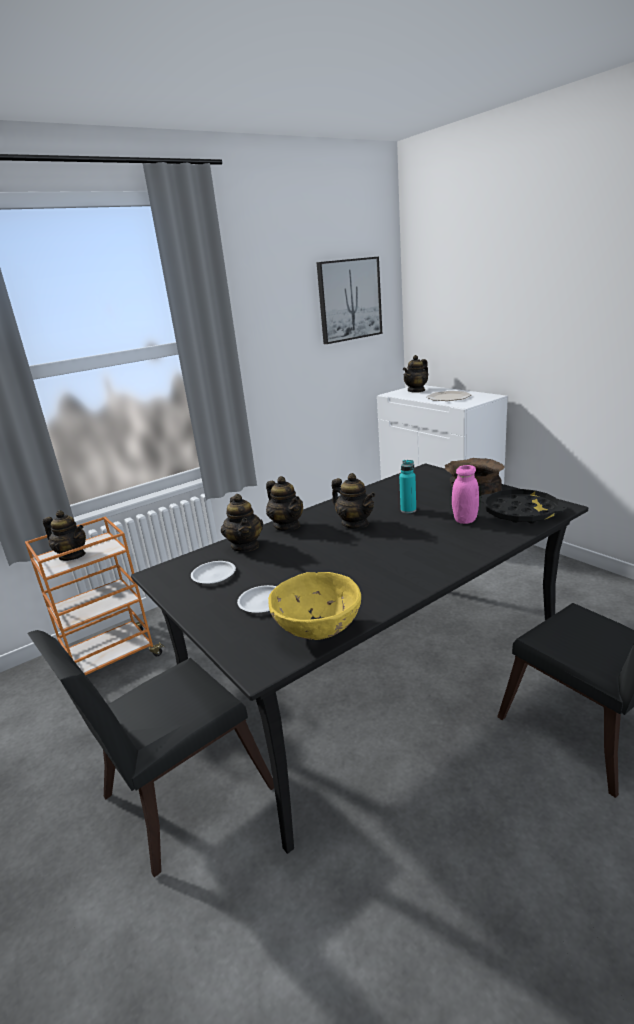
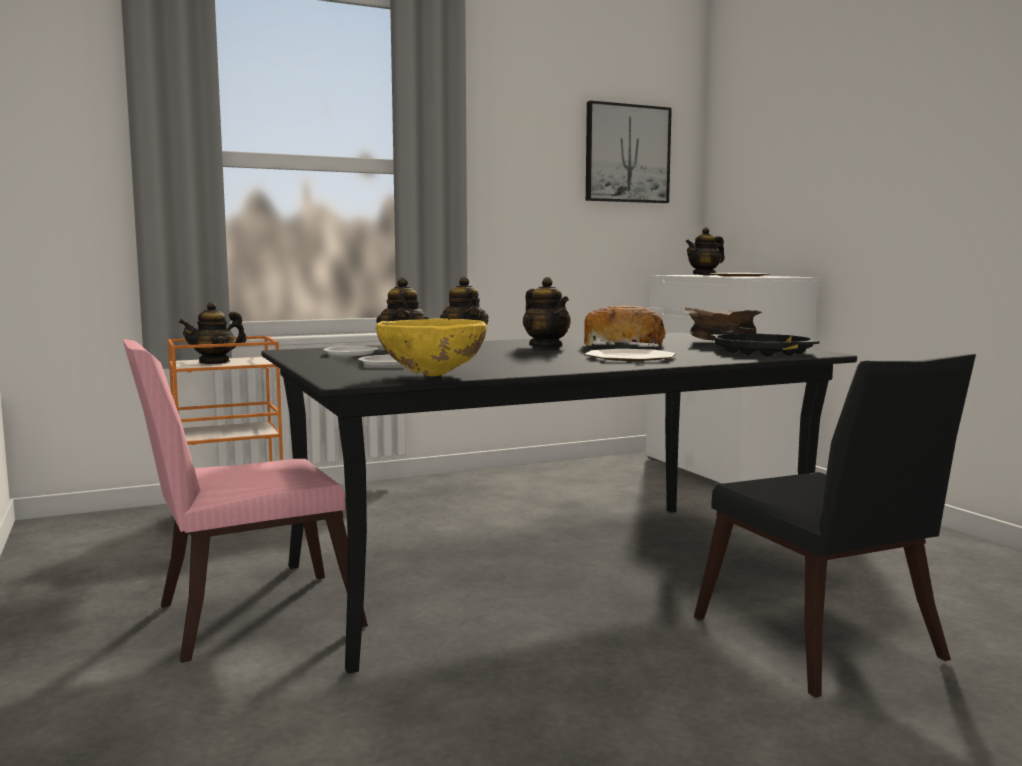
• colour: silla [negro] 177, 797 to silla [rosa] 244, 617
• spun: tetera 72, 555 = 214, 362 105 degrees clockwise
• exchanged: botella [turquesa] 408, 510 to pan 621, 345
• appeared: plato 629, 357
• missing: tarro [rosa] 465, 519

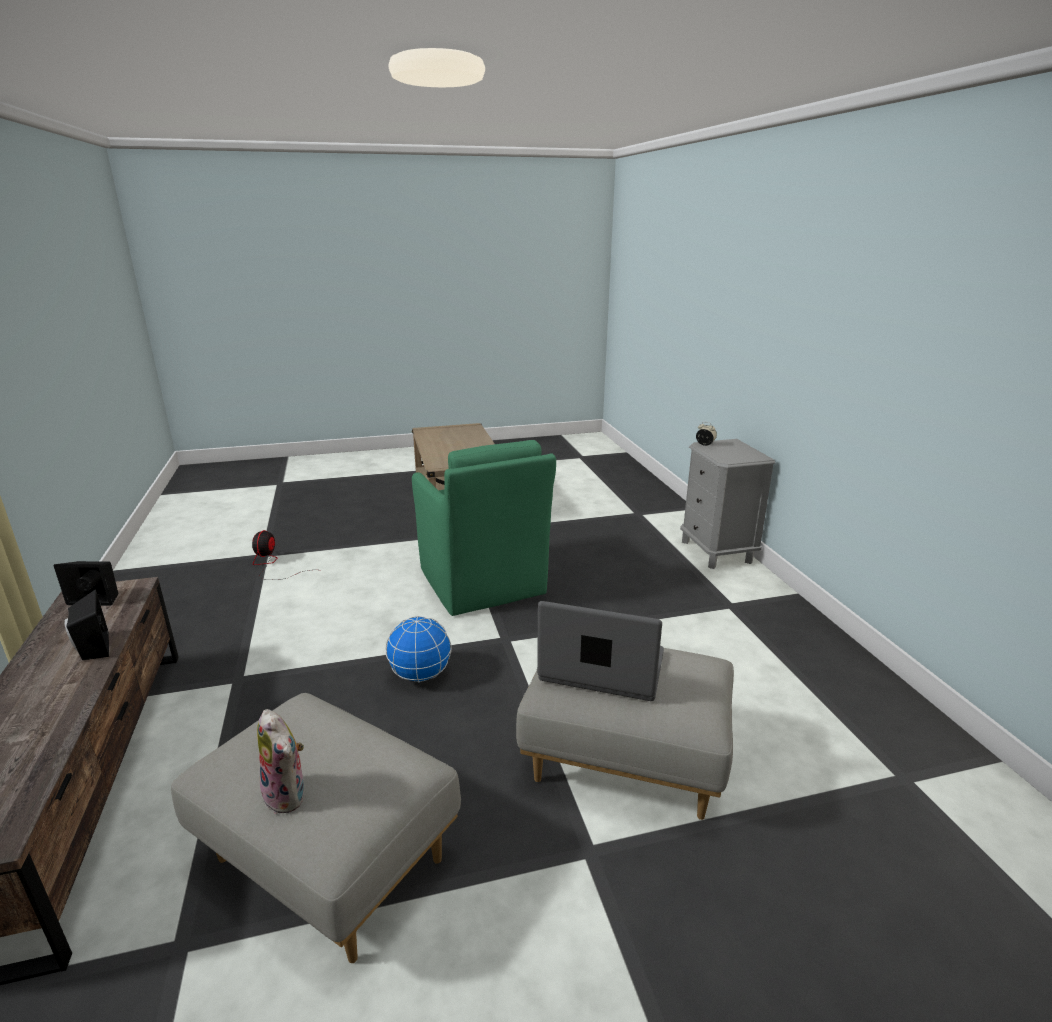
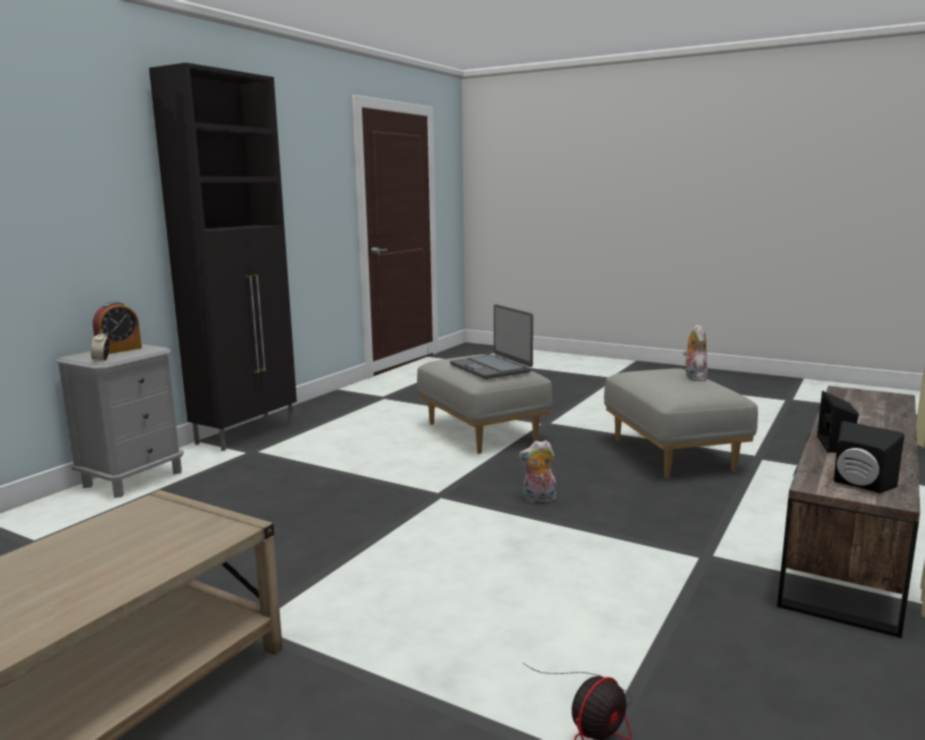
• appeared: despertador 119, 350
• appeared: armario [negro] 248, 433
• exchanged: globo terráqueo 421, 675 to peluche 538, 499
• missing: sillón [verde] 482, 584

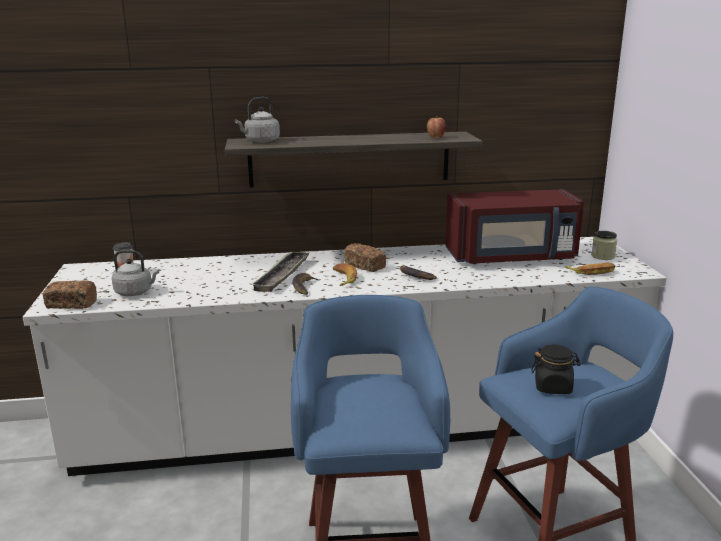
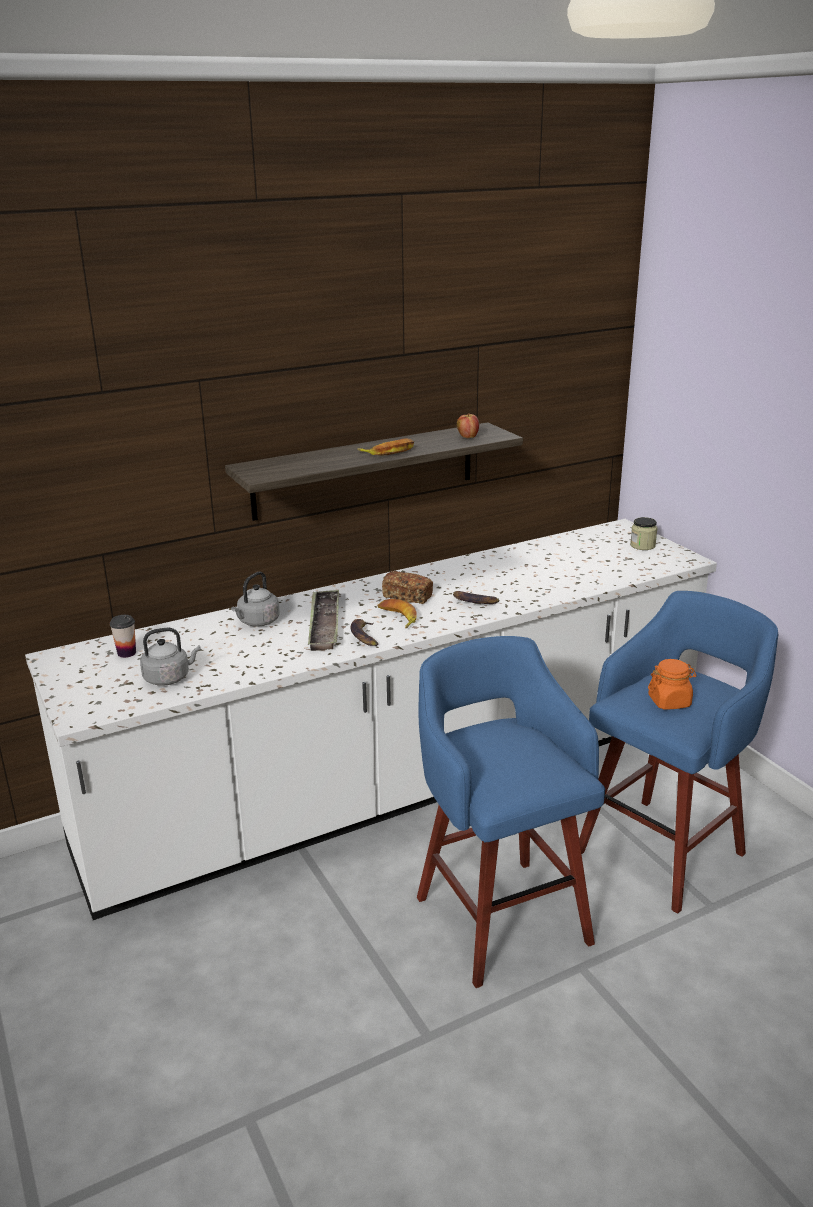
• relocated: hervidor [gris] 260, 141 to 257, 622
• relocated: plátano 591, 272 to 389, 452
• colour: tarro [negro] 553, 387 to tarro [naranja] 669, 701
• missing: pan 71, 304
• missing: microondas [rojo] 511, 257

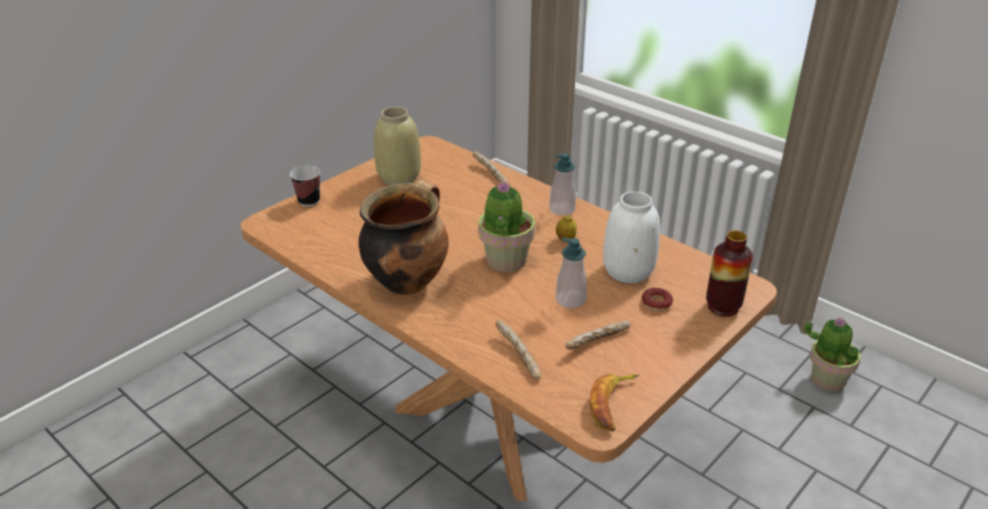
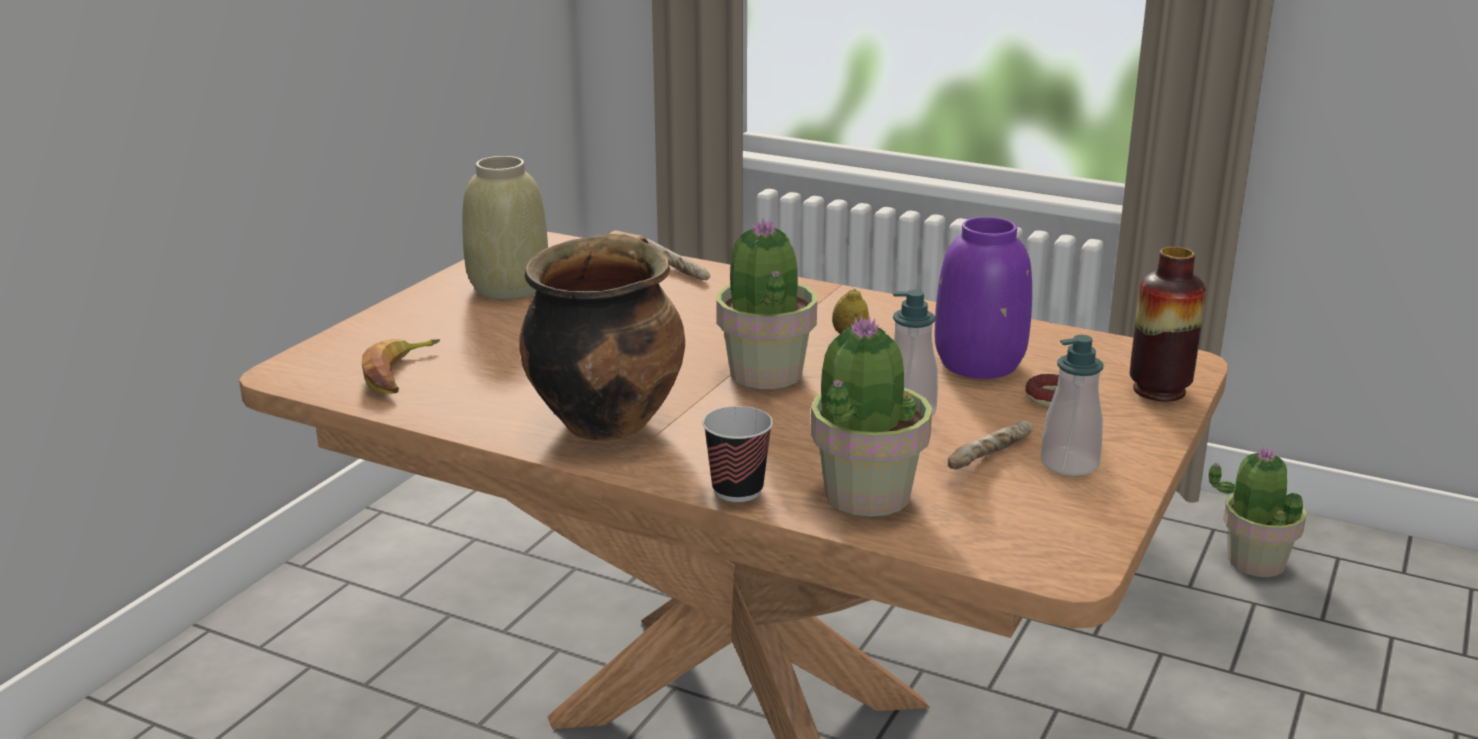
• relocated: plátano 613, 404 to 400, 374
• relocated: taza 309, 201 to 737, 490
• exchanged: pan 517, 356 to planta en maceta 866, 495
• colour: florero [blanco] 628, 271 to florero [morado] 979, 364
• relocated: dispensador de jabón 562, 209 to 1069, 464

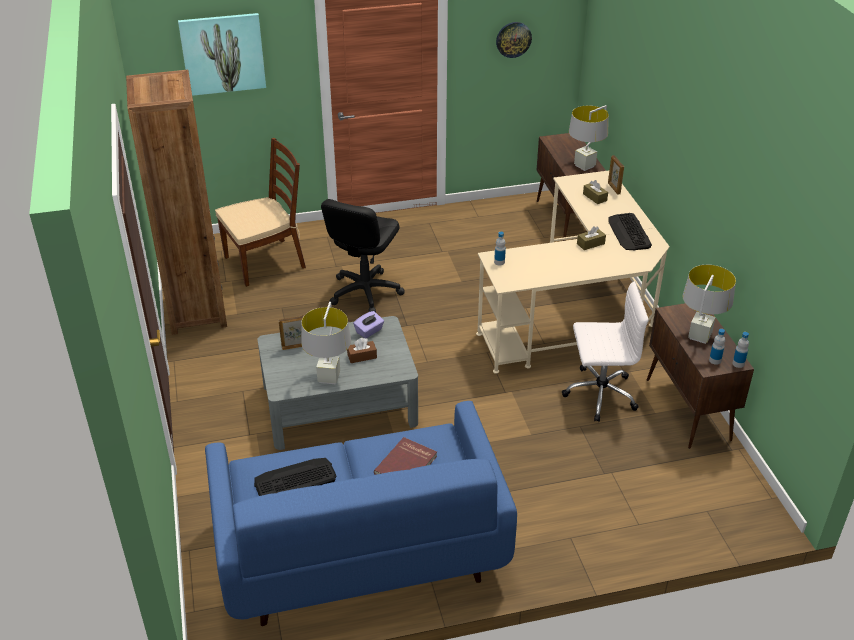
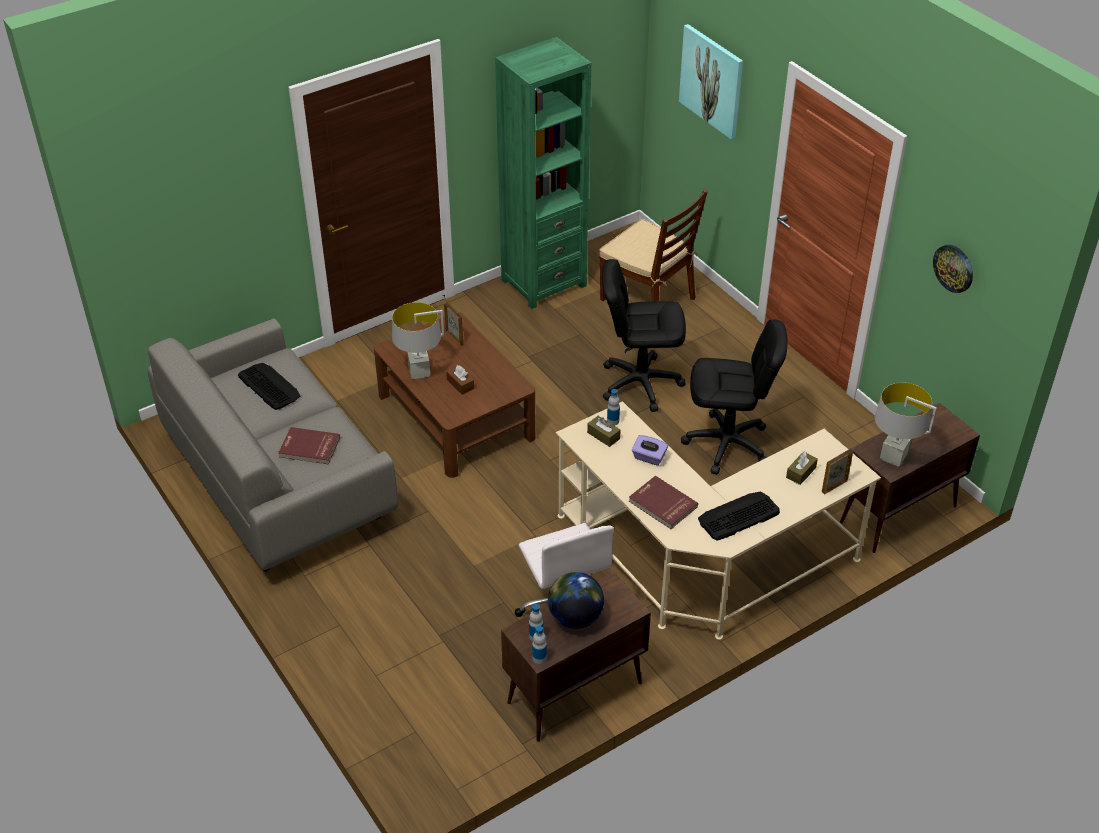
• colour: sofá [azul] 359, 548 to sofá [gris] 279, 482
• colour: mesa de centro [gris] 339, 404 to mesa de centro [marrón] 455, 416
• colour: estantería [marrón] 197, 311 to estantería [verde] 543, 283
• exchanged: lámpara de mesa [gris] 699, 336 to globo terráqueo 575, 617
• relocated: caja de pañuelos [marrón] 590, 244 to 603, 436
• appeared: libro [rojo] 662, 504
• relocated: caja de pañuelos [morado] 369, 331 to 649, 457
• appeared: silla de oficina [negro] 727, 444

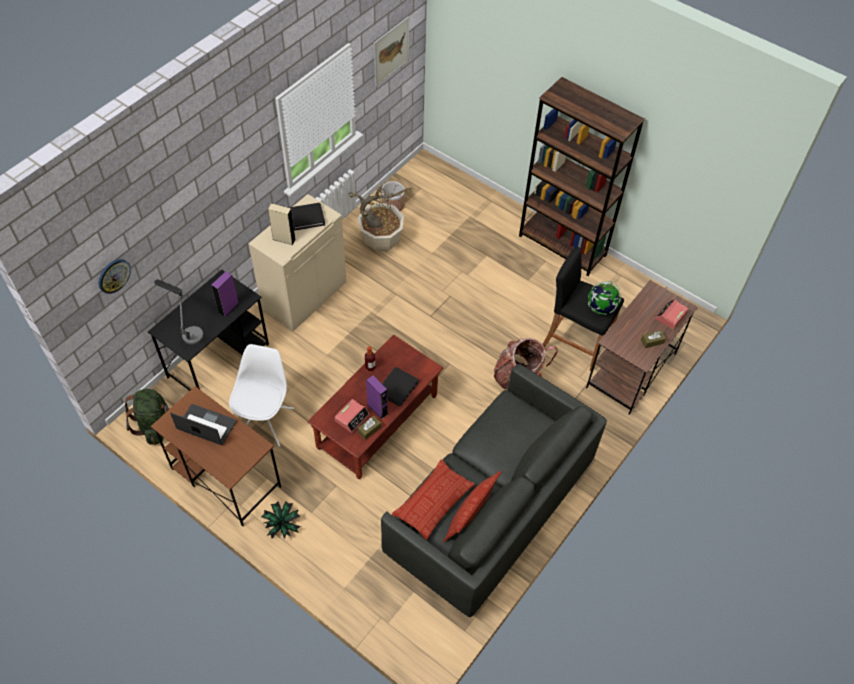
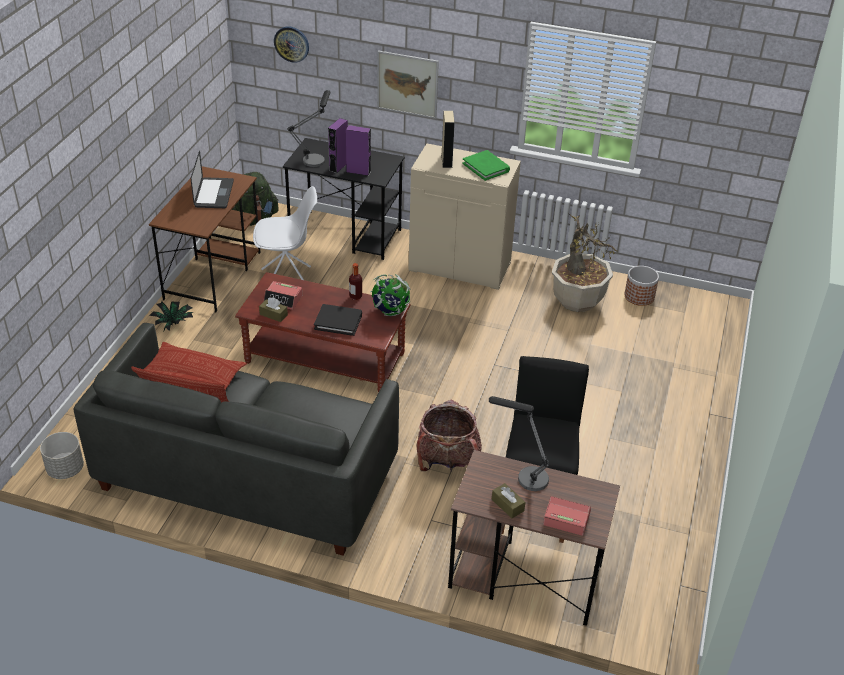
• appeared: maceta [gris] 65, 469
• relocated: altavoz [morado] 377, 409 to 338, 166
• relocated: globo terráqueo 601, 308 to 390, 311
• relocated: cuadro 391, 51 to 407, 84
• colour: libro [negro] 306, 217 to libro [verde] 486, 167
• appeared: lámpara de mesa 524, 476
• missing: estantería [marrón] 562, 245

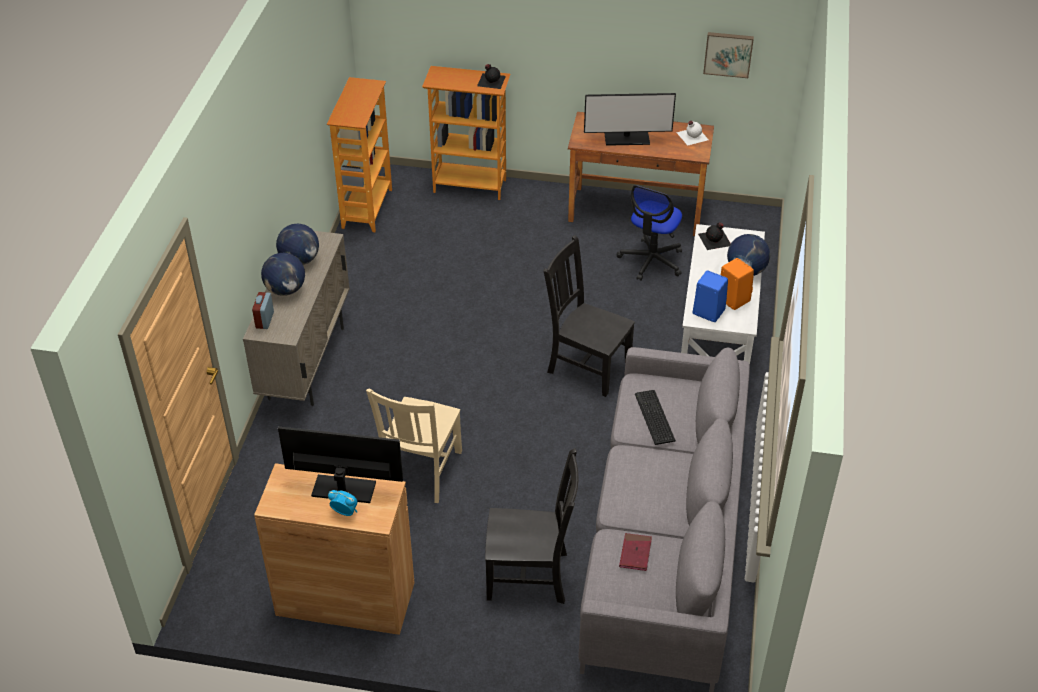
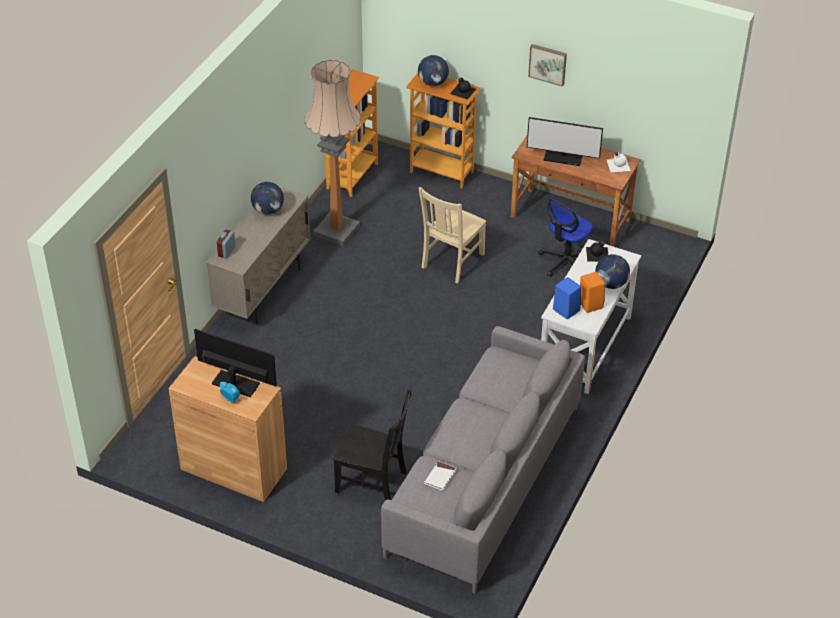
• appeared: lámpara de pie 337, 230
• relocated: globo terráqueo 286, 290 to 433, 83
• relocated: silla [beis] 421, 472 to 451, 262
• colour: libro [rojo] 635, 553 to libro [blanco] 440, 477
• relocated: cuadro 728, 53 to 548, 64
• missing: silla [negro] 586, 366
• missing: teclado 653, 418

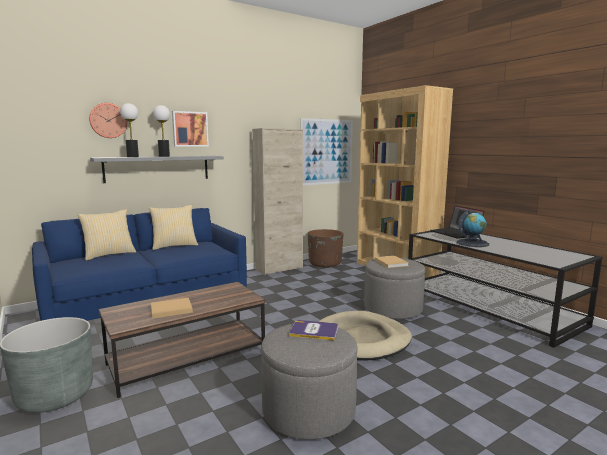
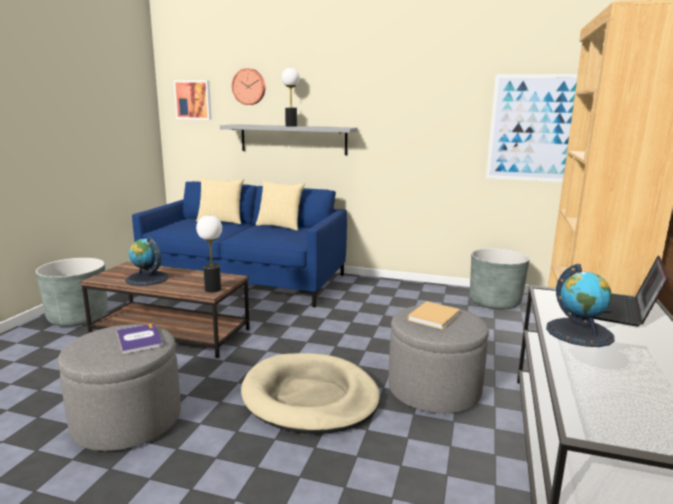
• exchanged: libro [beis] 170, 309 to globo terráqueo 147, 279
• relocated: cuadro 190, 129 to 193, 100
• relocated: lámpara de mesa 132, 157 to 212, 289
• colour: maceta [marrón] 325, 264 to maceta [gris] 494, 302
• missing: armario [beis] 279, 268

